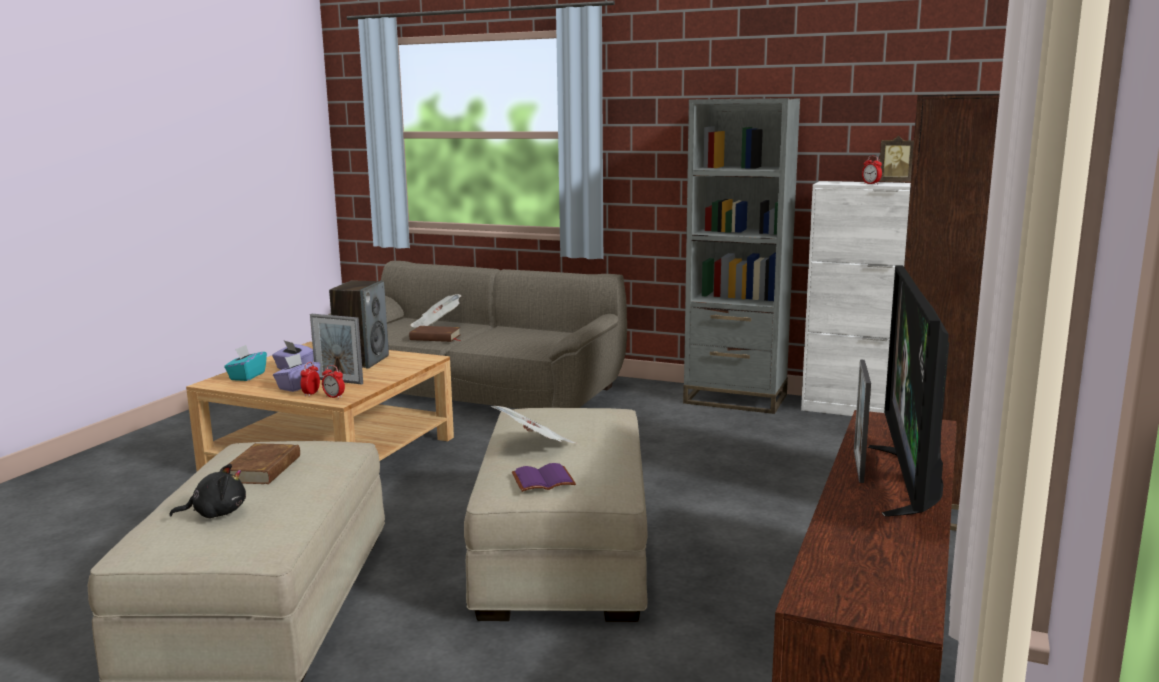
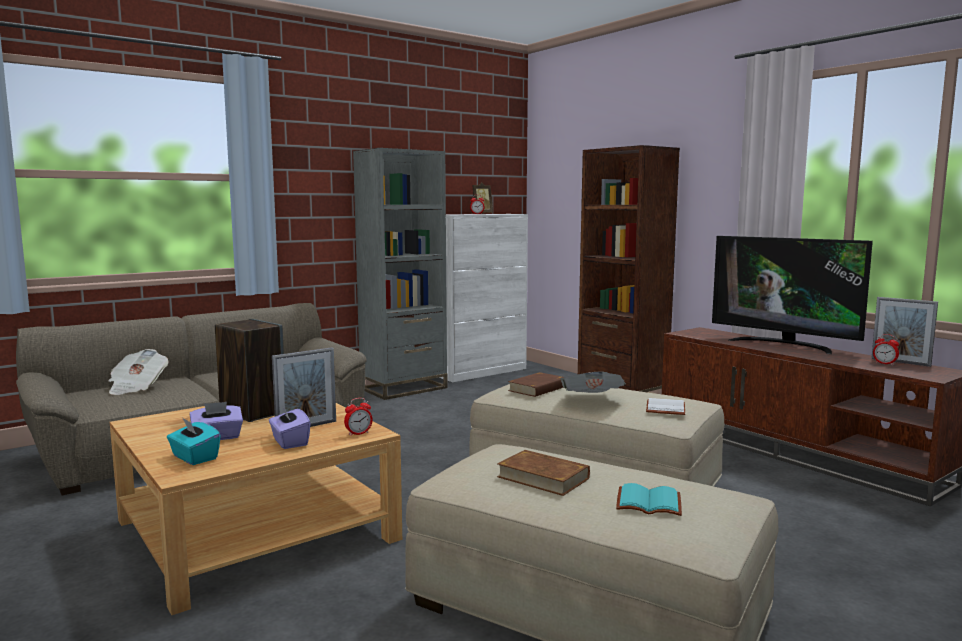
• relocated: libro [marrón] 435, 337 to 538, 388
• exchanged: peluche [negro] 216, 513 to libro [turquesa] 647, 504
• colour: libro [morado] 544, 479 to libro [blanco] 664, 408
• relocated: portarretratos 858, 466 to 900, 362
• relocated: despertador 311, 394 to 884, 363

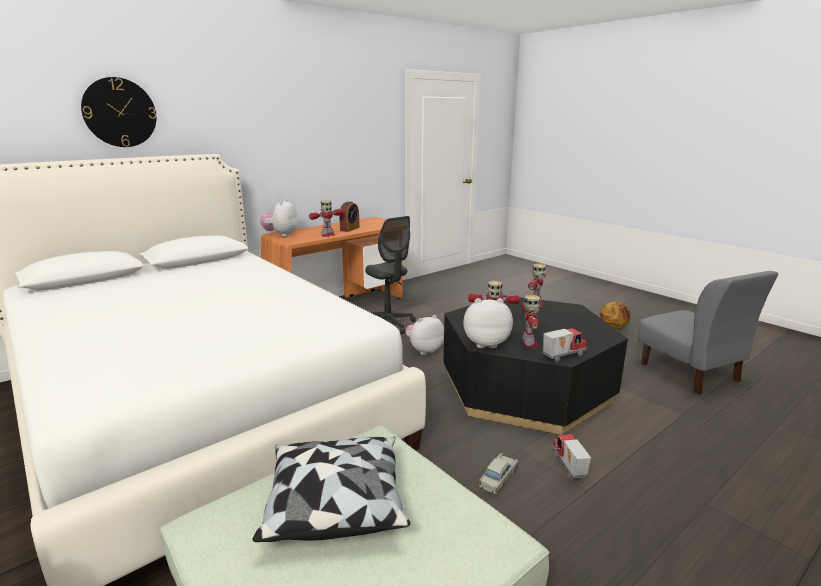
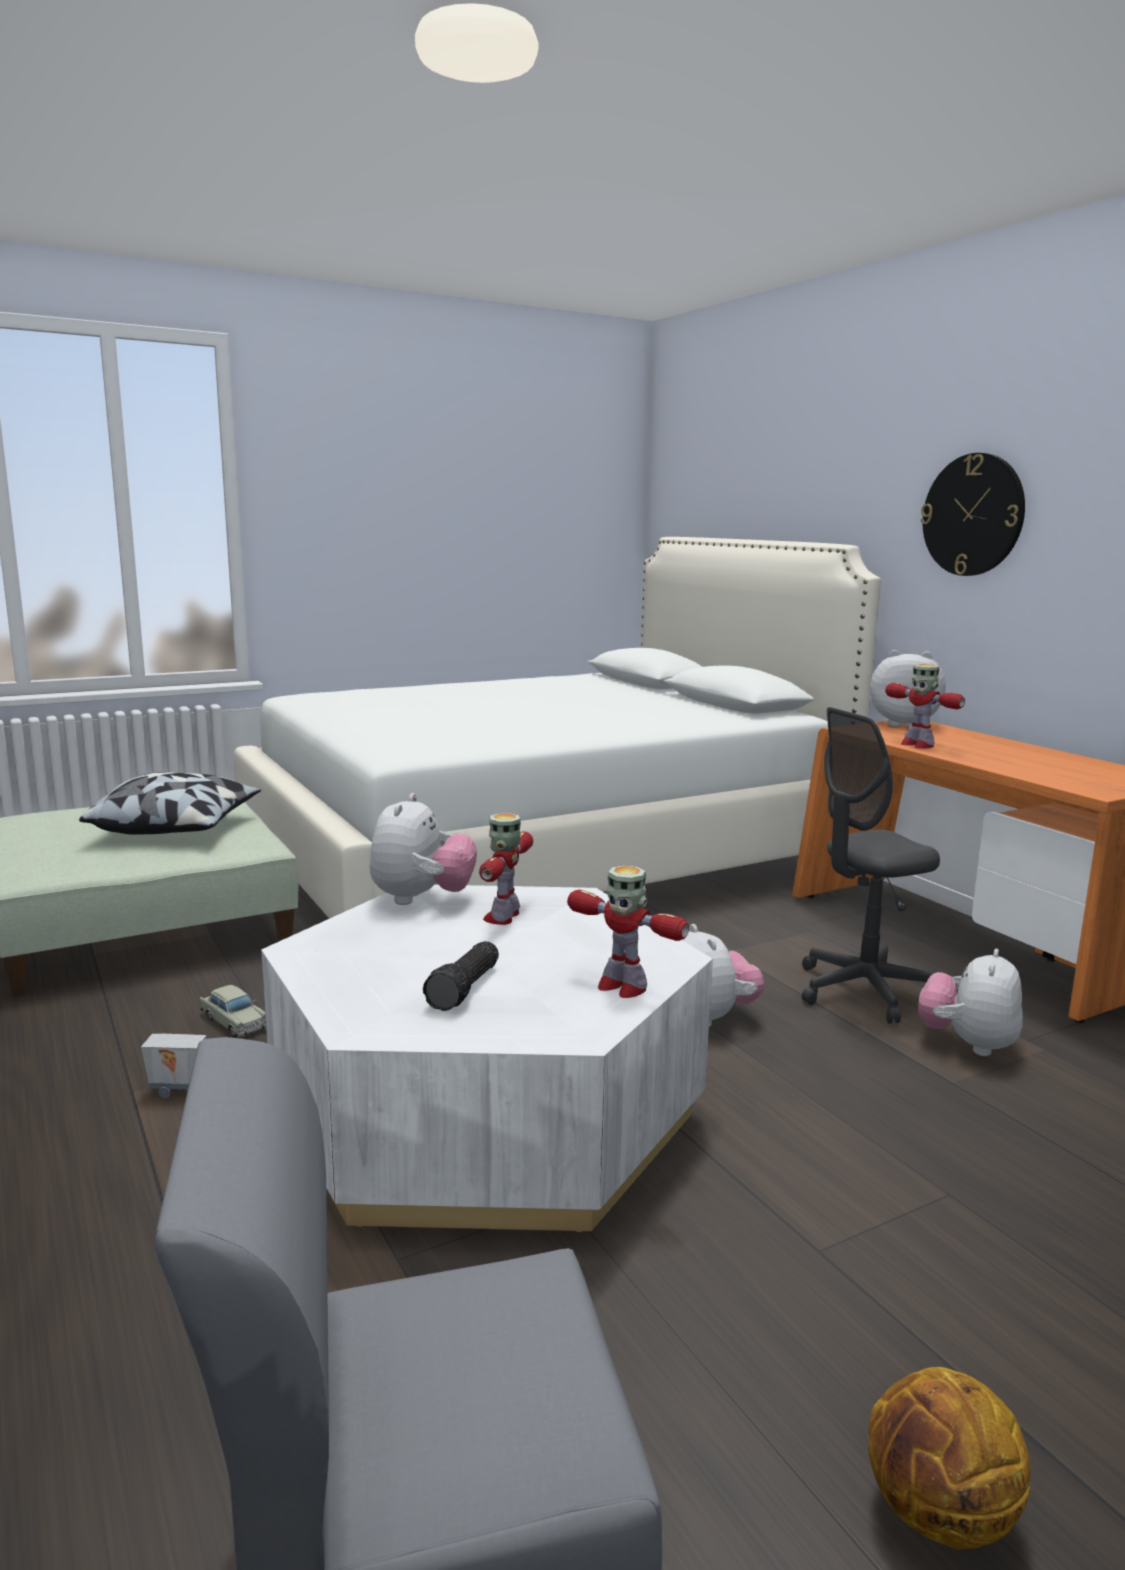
• colour: mesa de centro [negro] 525, 387 to mesa de centro [blanco] 487, 1111
• appeared: linterna 466, 989
• appeared: peluche 967, 1044
• relocated: reloj de pared 119, 112 to 973, 515
• missing: despertador 349, 229
• missing: robot de juguete 529, 343
• missing: camión de juguete 562, 355

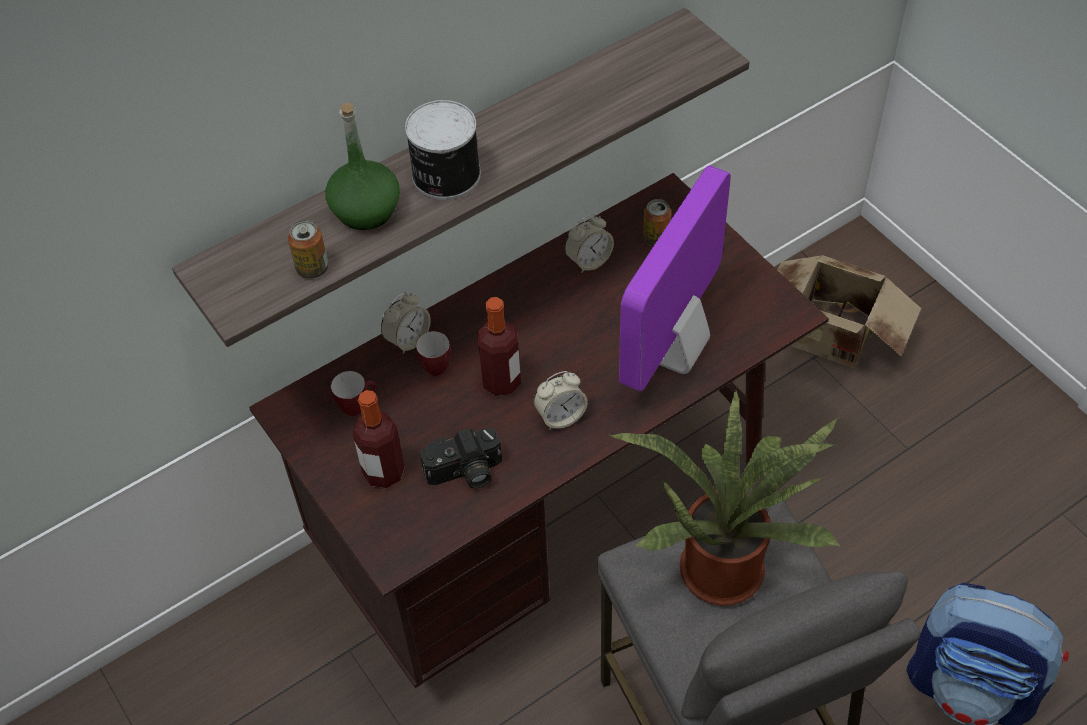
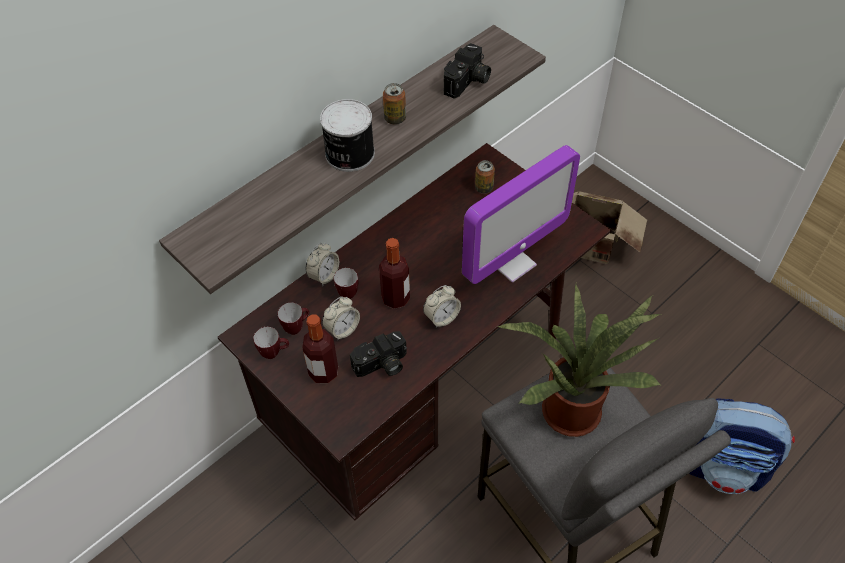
• appeared: taza grande 274, 353
• relocated: despertador 589, 261 to 342, 329
• relocated: lata 312, 268 to 395, 118
• appeared: cámara 468, 82
• spun: monitor 674, 350 = 511, 262 150 degrees counterclockwise
• missing: botella [verde] 366, 210

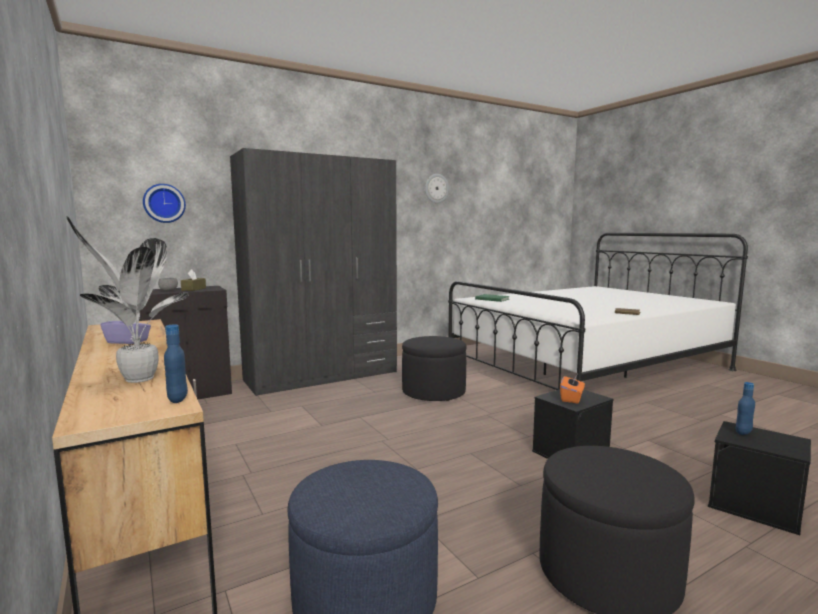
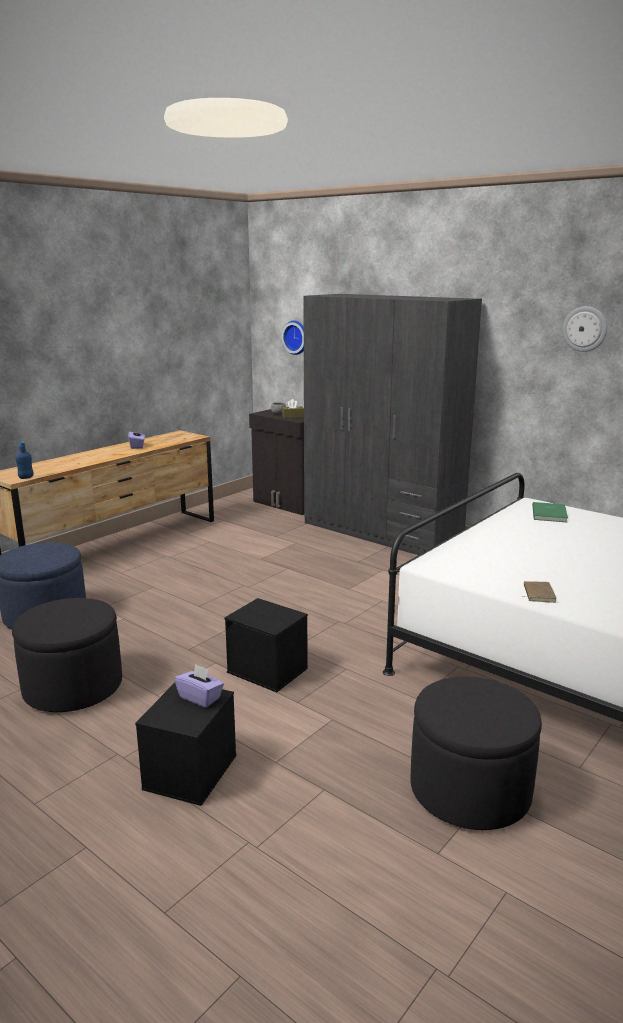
• exchanged: botella [azul] 743, 432 to caja de pañuelos [morado] 200, 697
• relocated: puf [negro] 433, 392 to 470, 790
• missing: planta en maceta 136, 379
• missing: caja de pañuelos [naranja] 571, 398

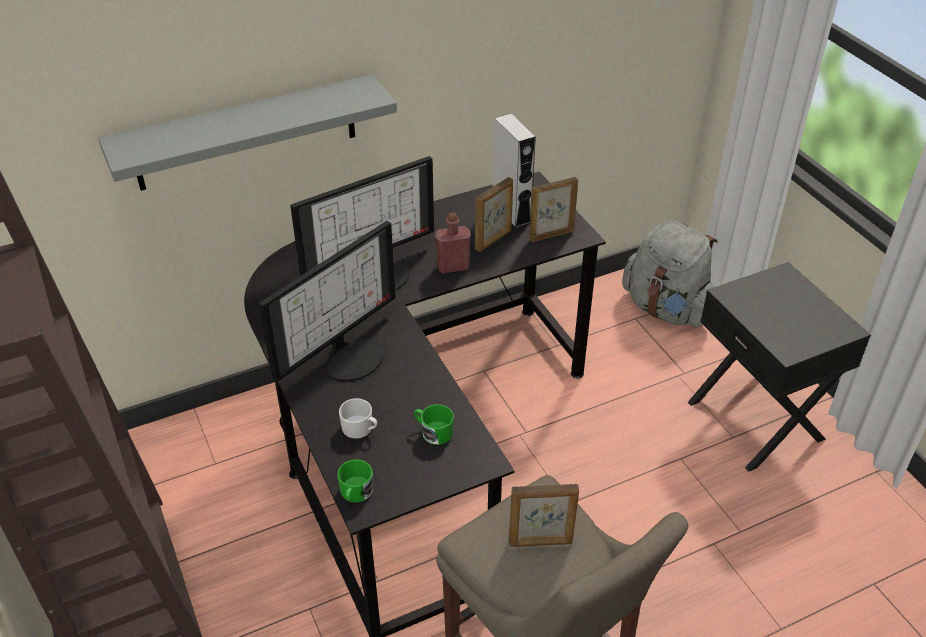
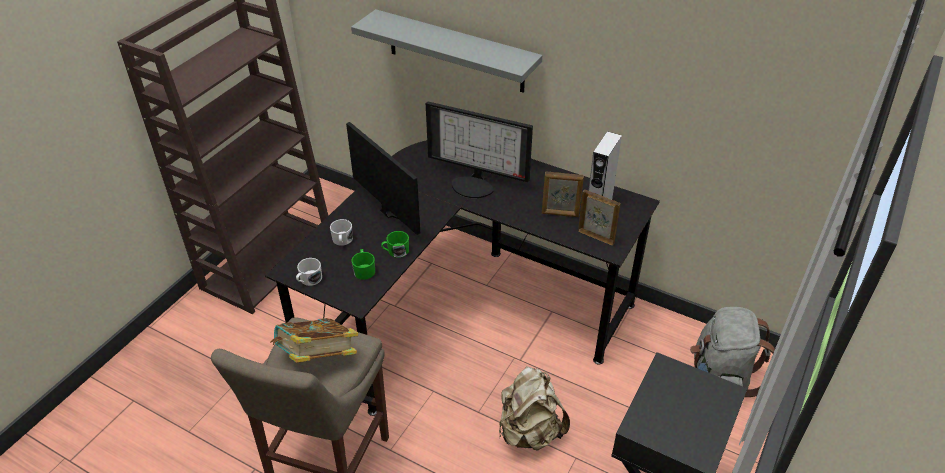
• exchanged: portarretratos 540, 542 to libro 317, 358
• appeared: taza grande [blanco] 309, 280
• spun: monitor 351, 357 = 395, 208 135 degrees counterclockwise
• relocated: taza grande [verde] 355, 493 to 395, 251
• appeared: mochila [beis] 529, 431
• missing: botella [rojo] 453, 267

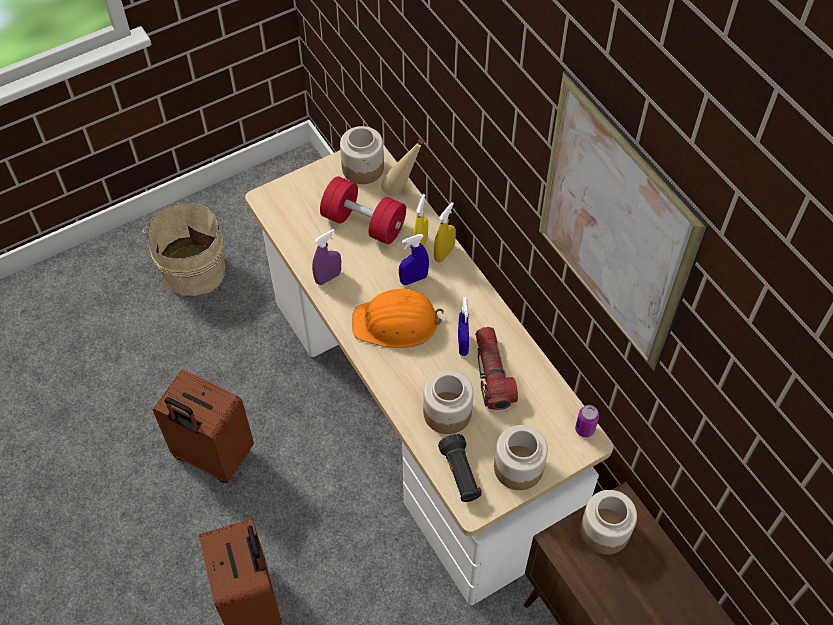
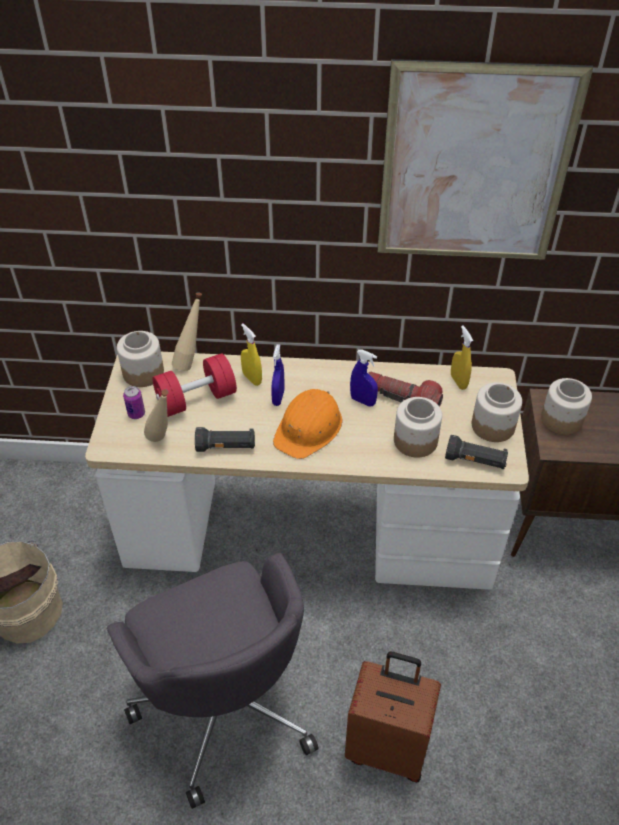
• exchanged: maleta [marrón] 212, 456 to silla de oficina [gris] 225, 701
• relocated: lata 584, 429 to 136, 414
• appeared: botella [beis] 163, 441
• exchanged: pulverizador [morado] 328, 277 to linterna [negro] 226, 447
• relocated: pulverizador [amarillo] 444, 253 to 458, 382

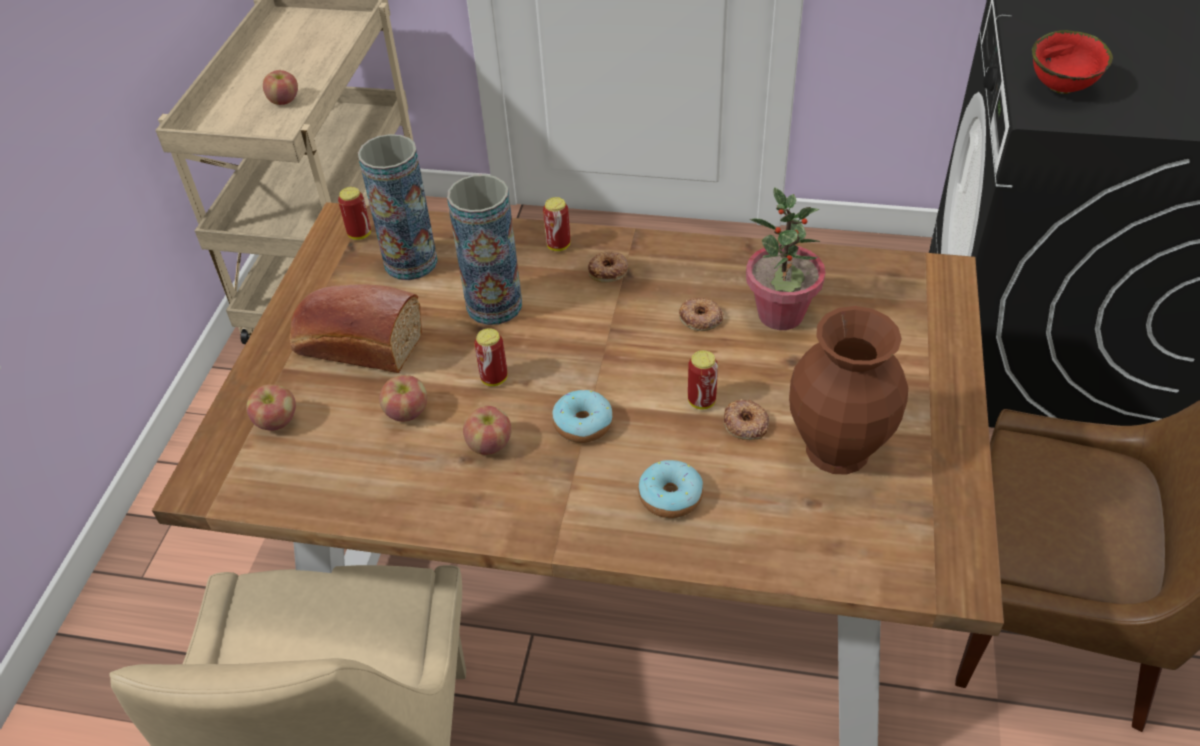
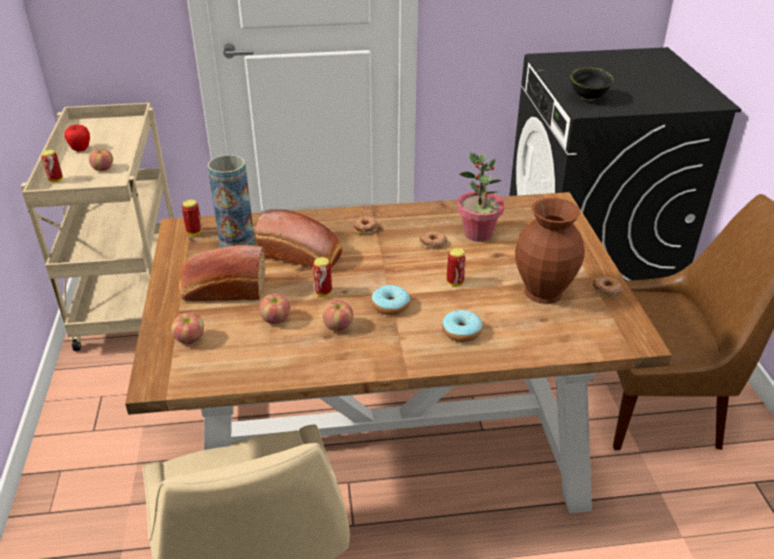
• relocated: lata 558, 245 to 56, 180
• appeared: manzana 80, 149
• exchanged: florero 494, 305 to pan 303, 256
• colour: cuenco [rojo] 1062, 88 to cuenco [negro] 589, 98
• relocated: rosquilla 745, 424 to 606, 289

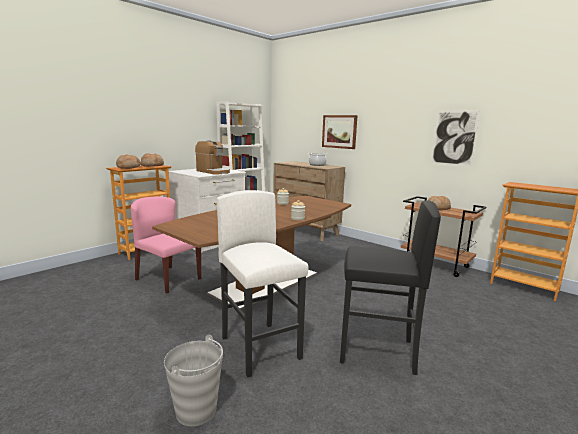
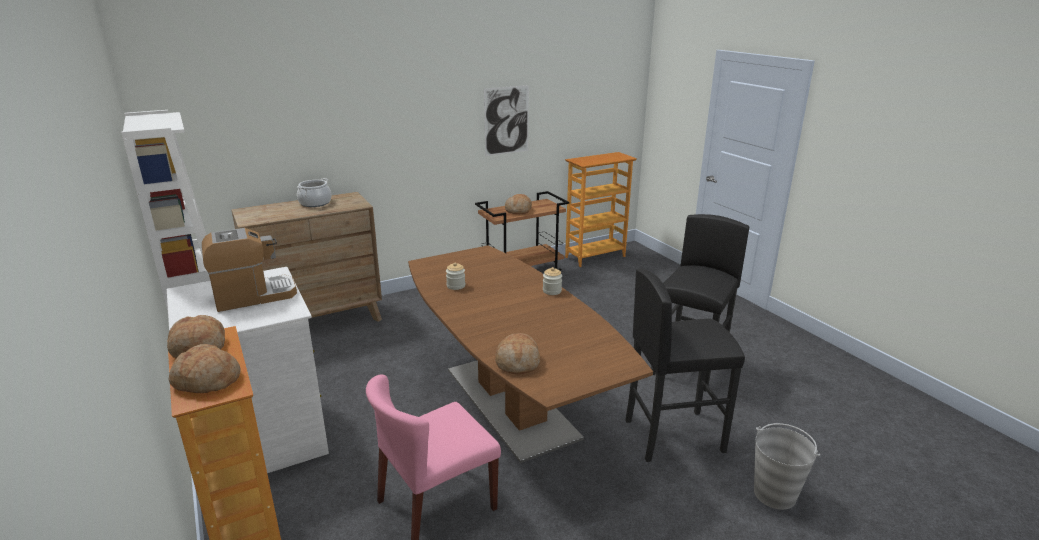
• appeared: pan 517, 362
• colour: taburete [blanco] 261, 347 to taburete [negro] 673, 435
• missing: cuadro 339, 131

